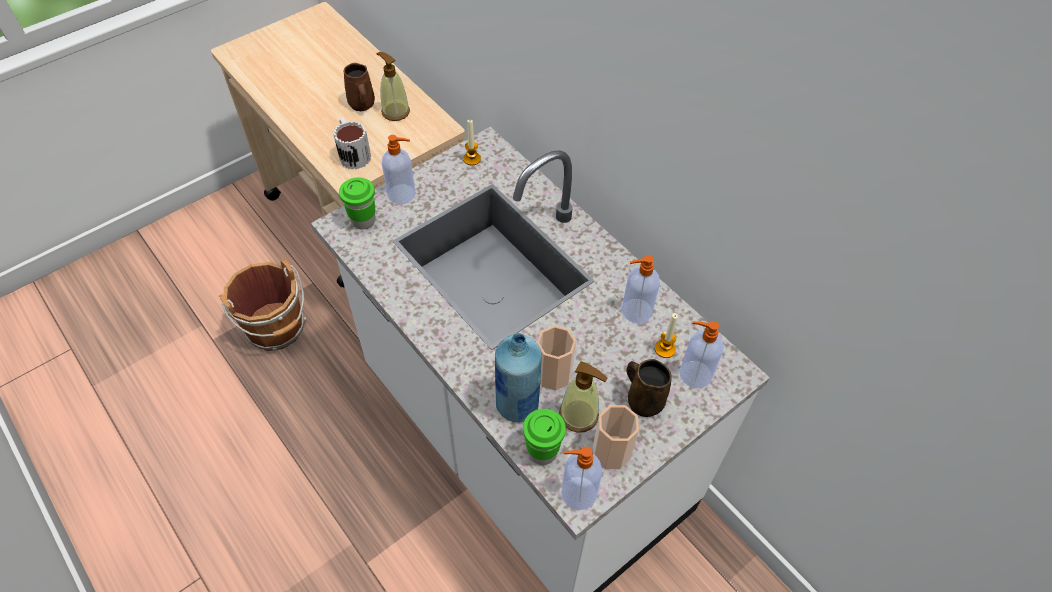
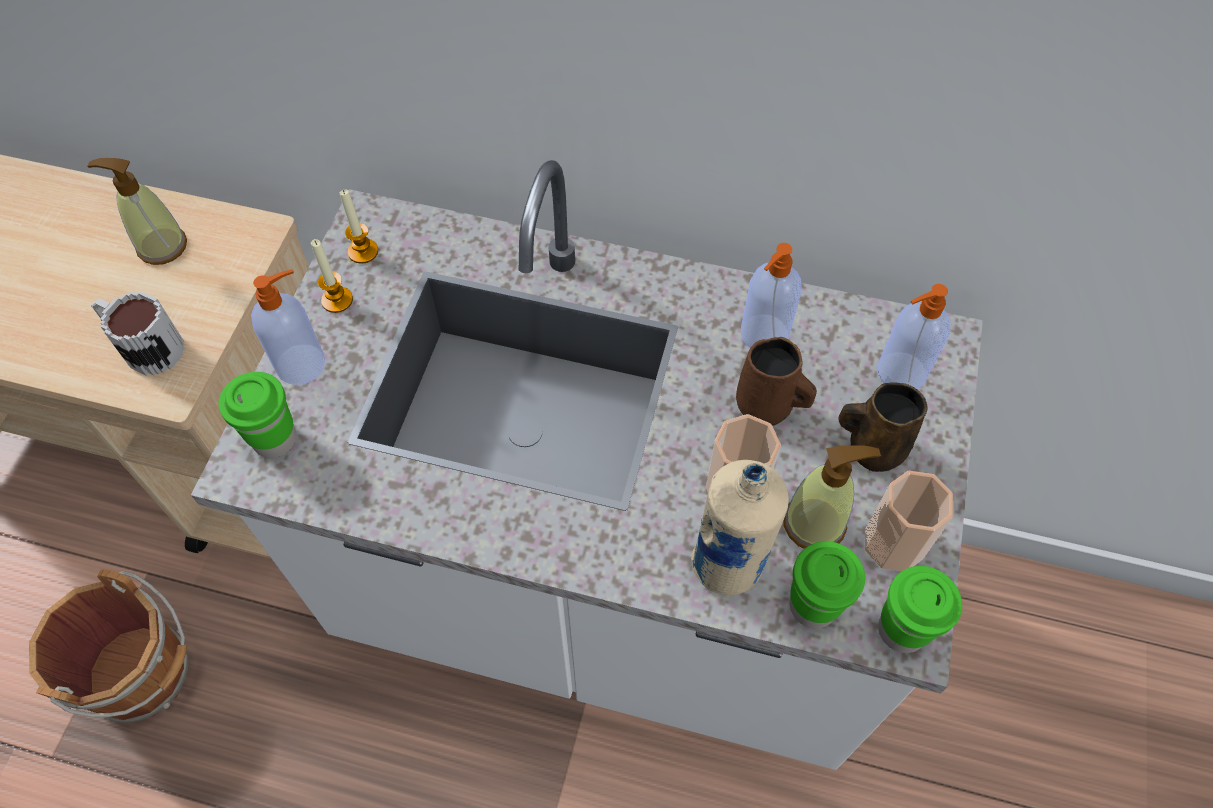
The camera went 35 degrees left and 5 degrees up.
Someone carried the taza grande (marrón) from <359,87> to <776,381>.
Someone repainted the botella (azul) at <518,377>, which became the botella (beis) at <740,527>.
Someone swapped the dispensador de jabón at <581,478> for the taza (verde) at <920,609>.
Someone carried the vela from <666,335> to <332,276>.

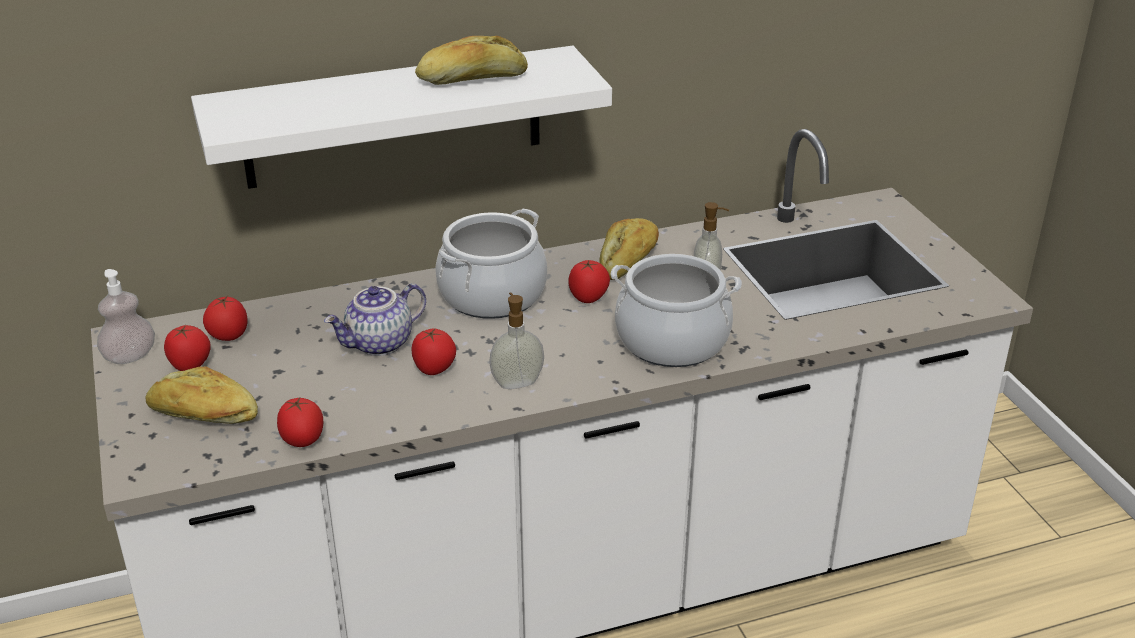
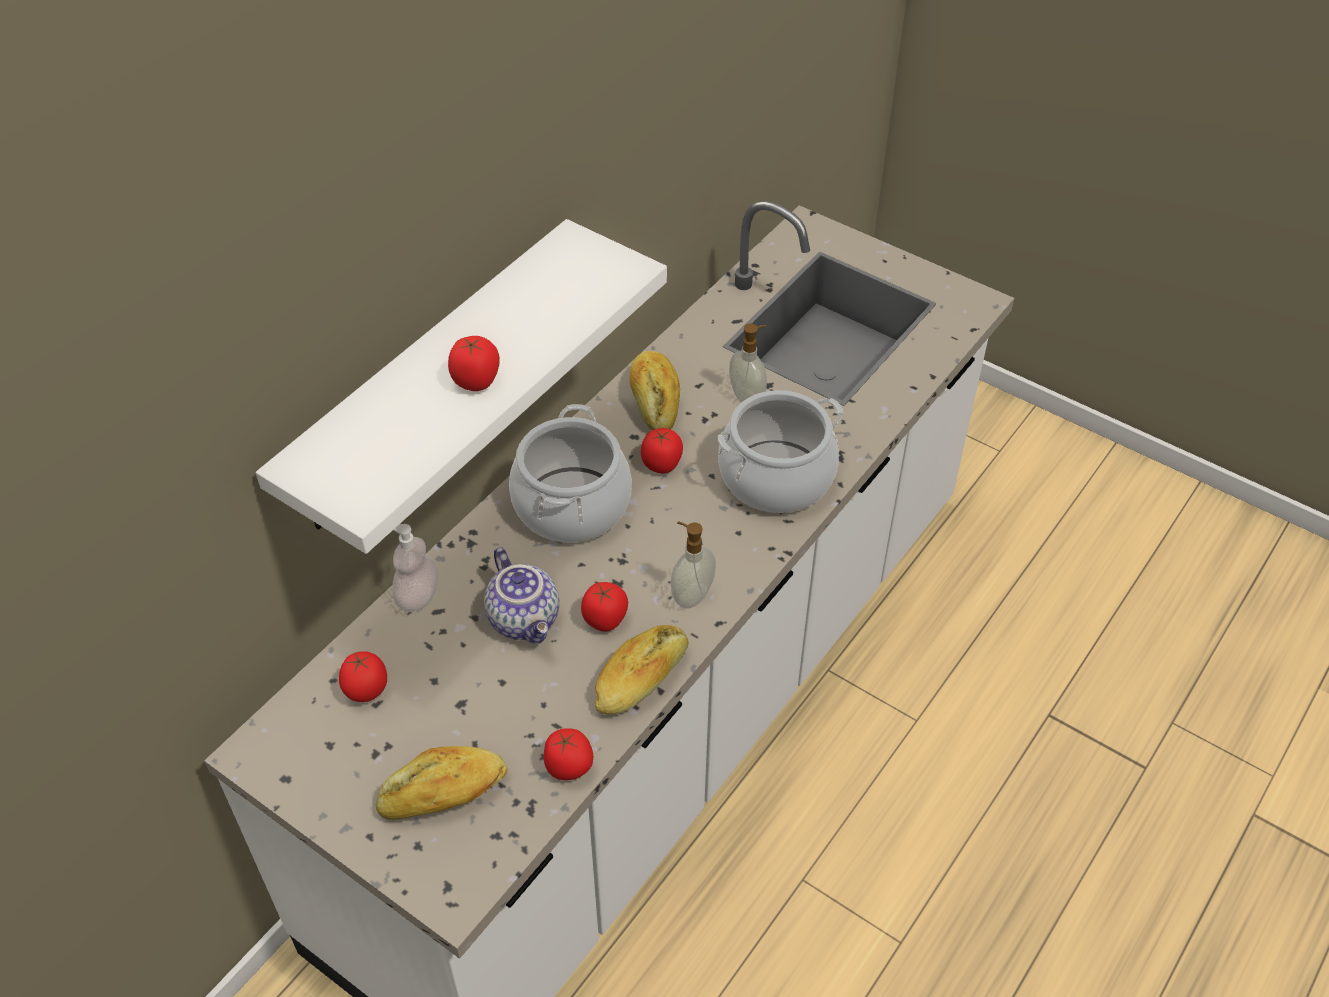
The camera went 35 degrees left and 15 degrees up.
Someone carried the dispensador de jabón from <126,316> to <415,568>.
Someone carried the tomate from <187,348> to <474,363>.
Someone rotated the tetera at <375,319> by 45 degrees counterclockwise.
Someone carried the pan from <471,60> to <642,670>.

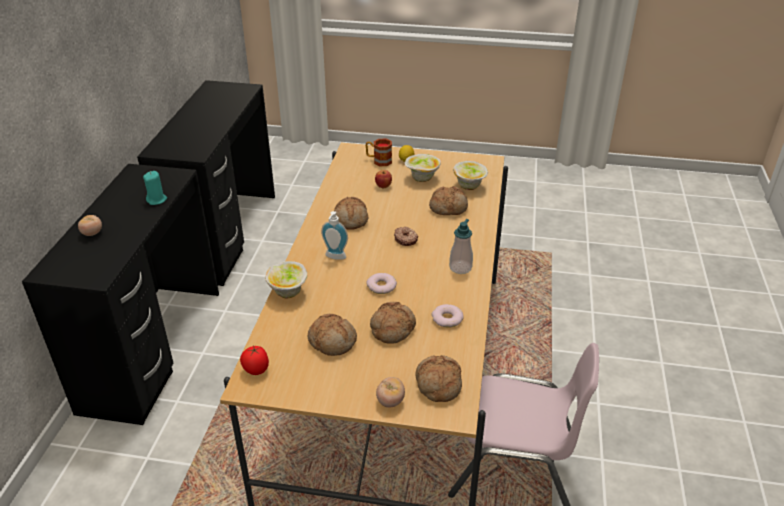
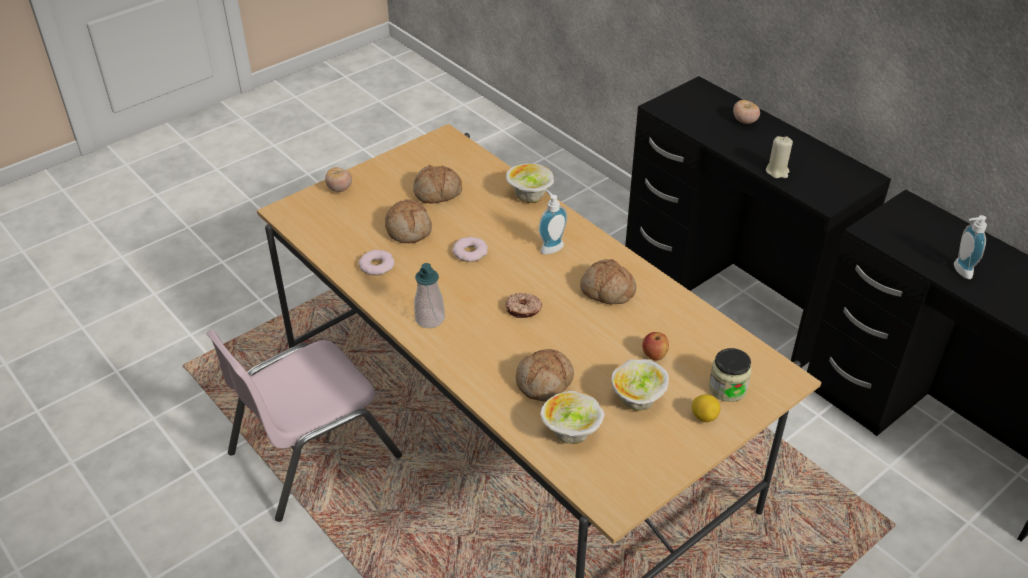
The camera went 130 degrees right and 5 degrees up.
Someone repainted the vela (turquesa) at <155,188>, which became the vela (beis) at <779,157>.
Someone took away the tomate at <254,360>.
Someone swapped the taza grande at <379,152> for the tarro at <730,375>.
Someone took away the pan at <438,378>.
Someone put down the dispensador de jabón at <970,247>.

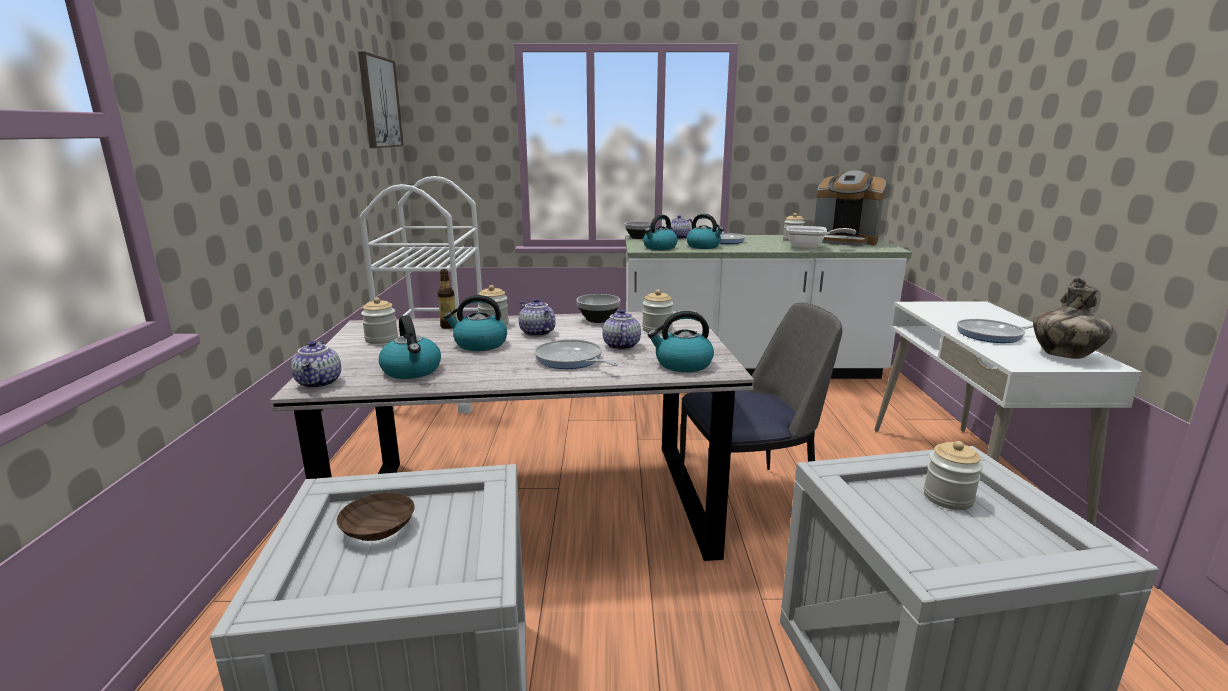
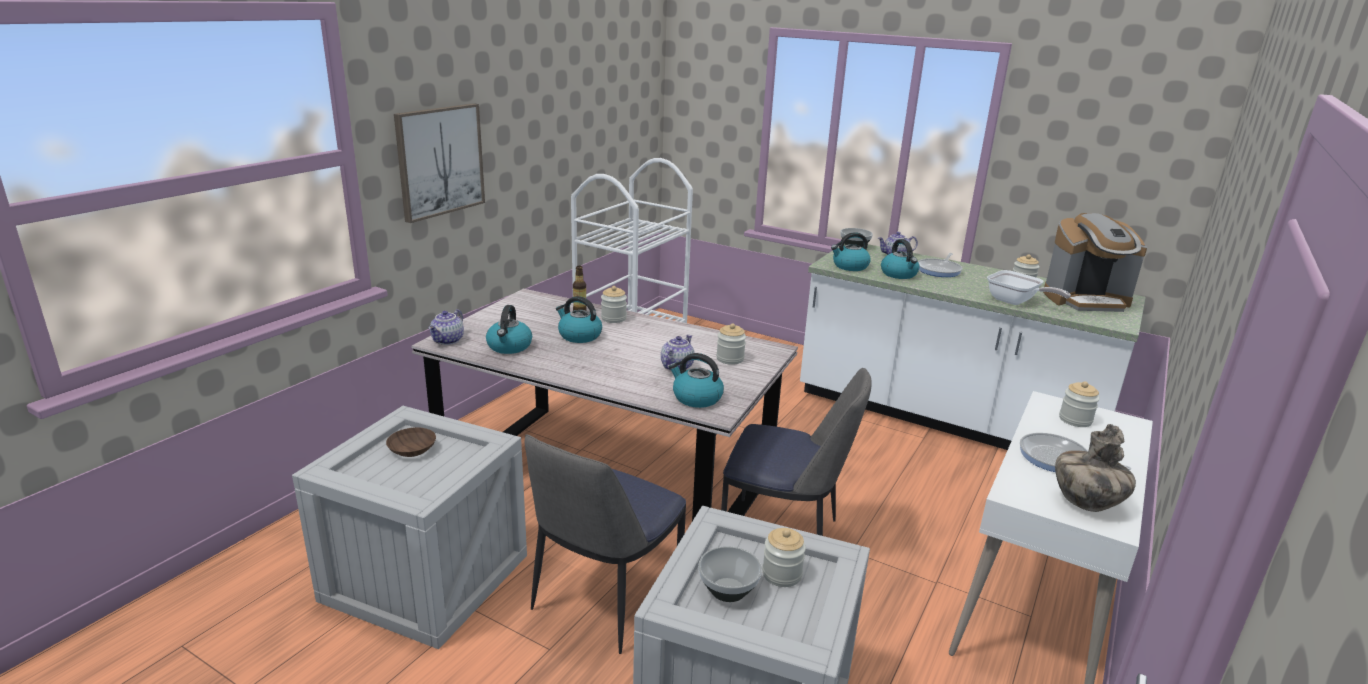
The camera went 30 degrees right and 5 degrees up.
Someone carried the cuadro from <381,99> to <439,163>.
Someone carried the tarro from <379,320> to <1079,404>.
Someone took away the tetera at <537,317>.
Someone took away the sartén at <576,354>.
Someone carried the cuenco from <598,308> to <730,574>.
Someone rotated the cafetera at <850,208> by 60 degrees counterclockwise.
Someone put down the silla at <605,544>.

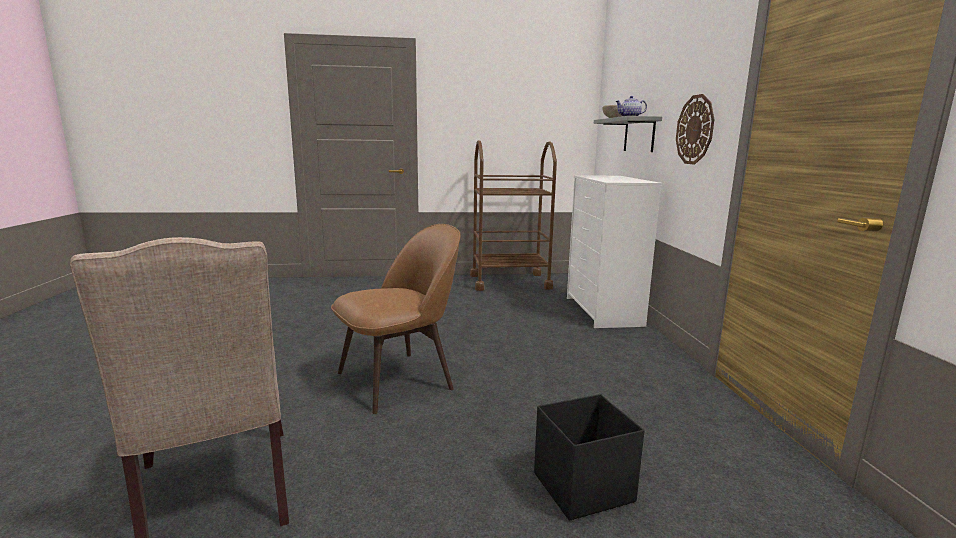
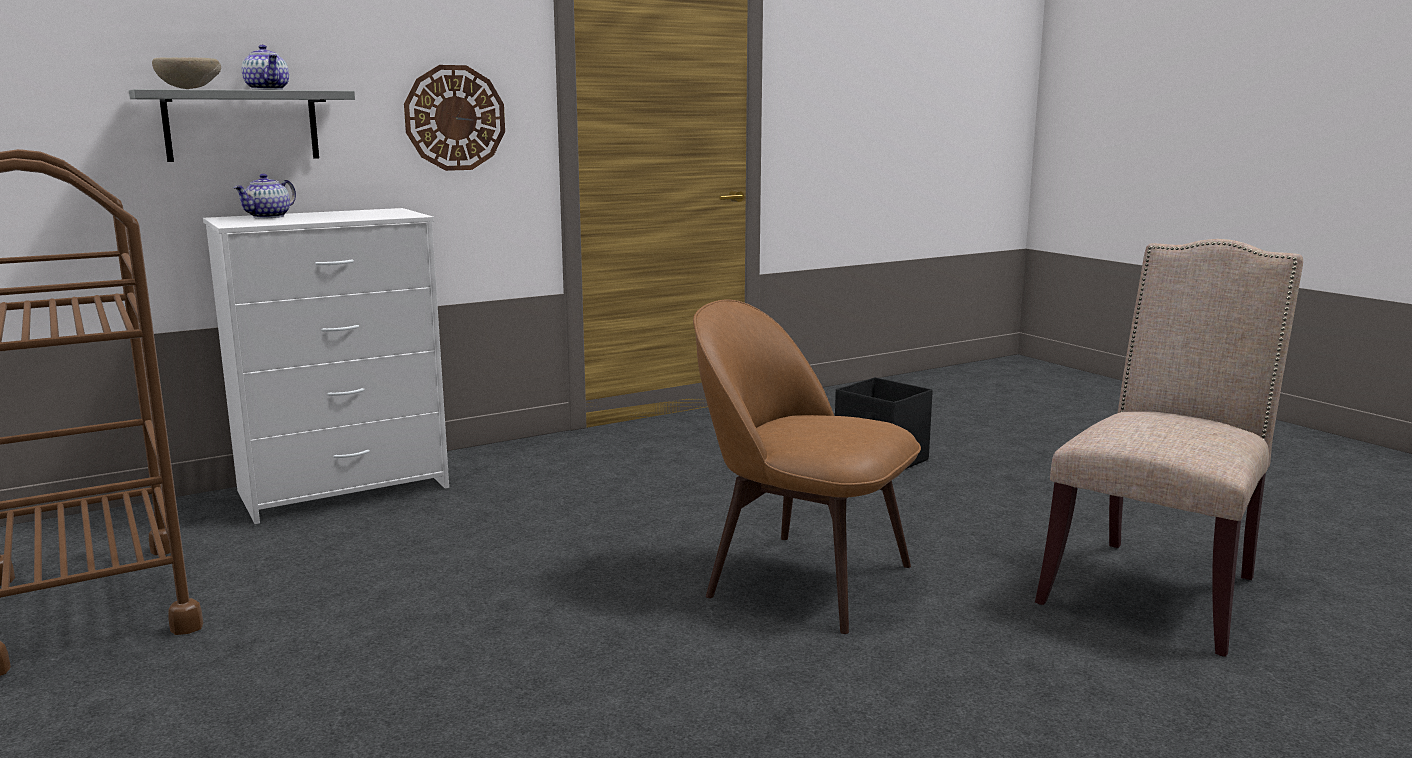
The camera went 115 degrees left and 0 degrees up.
Someone put down the tetera at <264,196>.

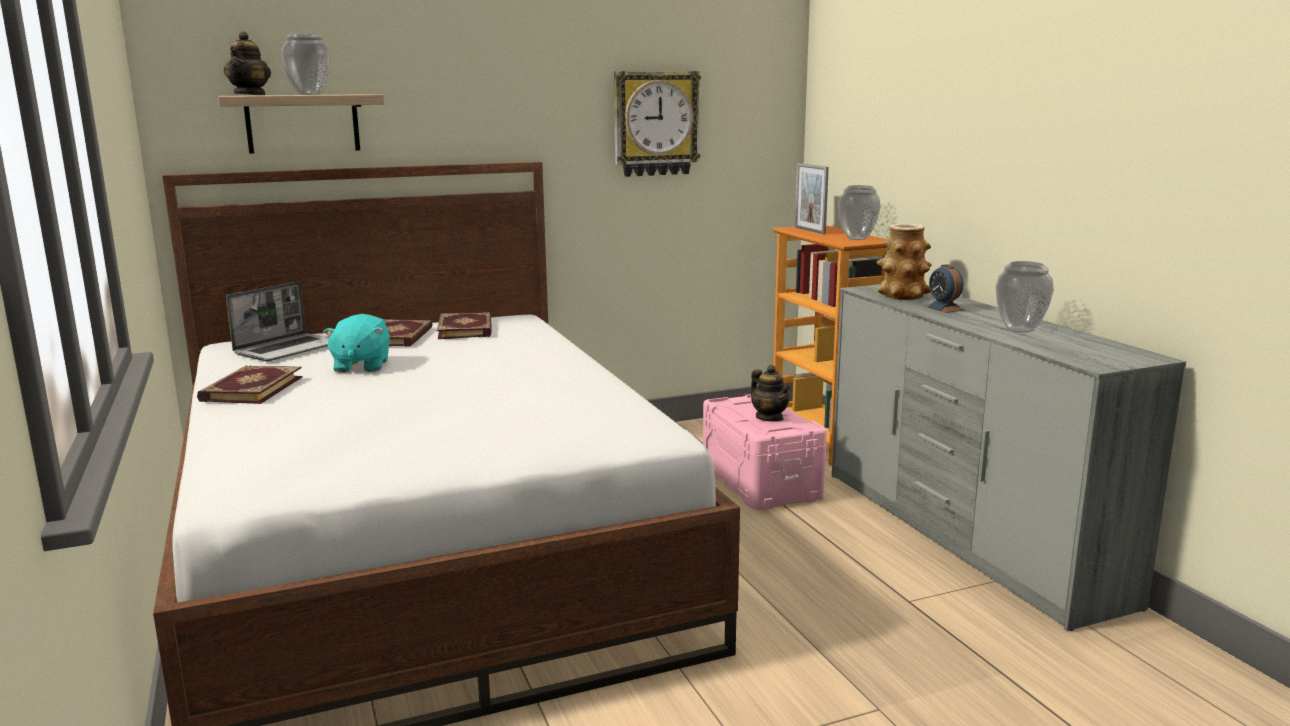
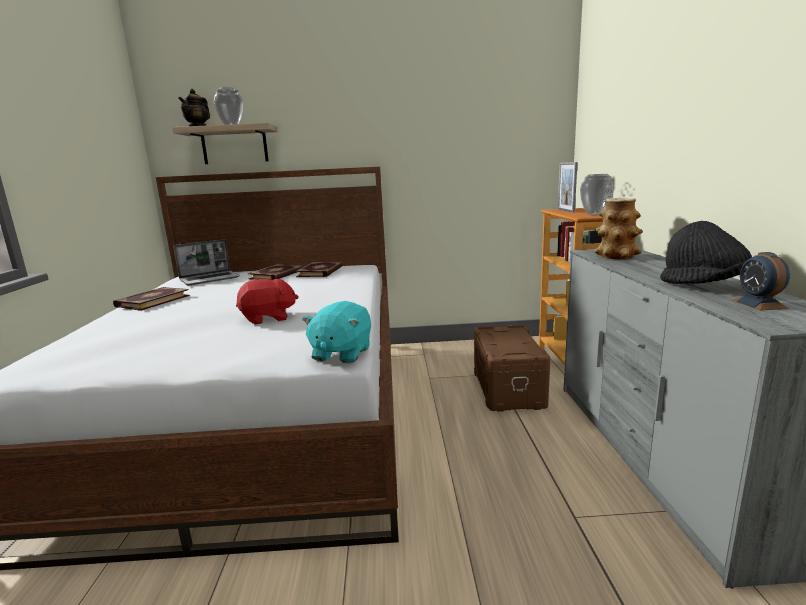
The camera went 20 degrees right and 0 degrees up.
Someone carried the peluche (turquesa) from <356,343> to <336,332>.
Someone took away the reloj de pared at <657,124>.
Someone repainted the caja de almacenaje (rosa) at <765,452>, which became the caja de almacenaje (marrón) at <512,368>.
Someone took away the tetera at <771,393>.
Someone carried the despertador from <944,288> to <761,281>.
Someone swapped the florero at <1025,297> for the sombrero (negro) at <706,252>.
Someone put down the peluche (rojo) at <267,301>.

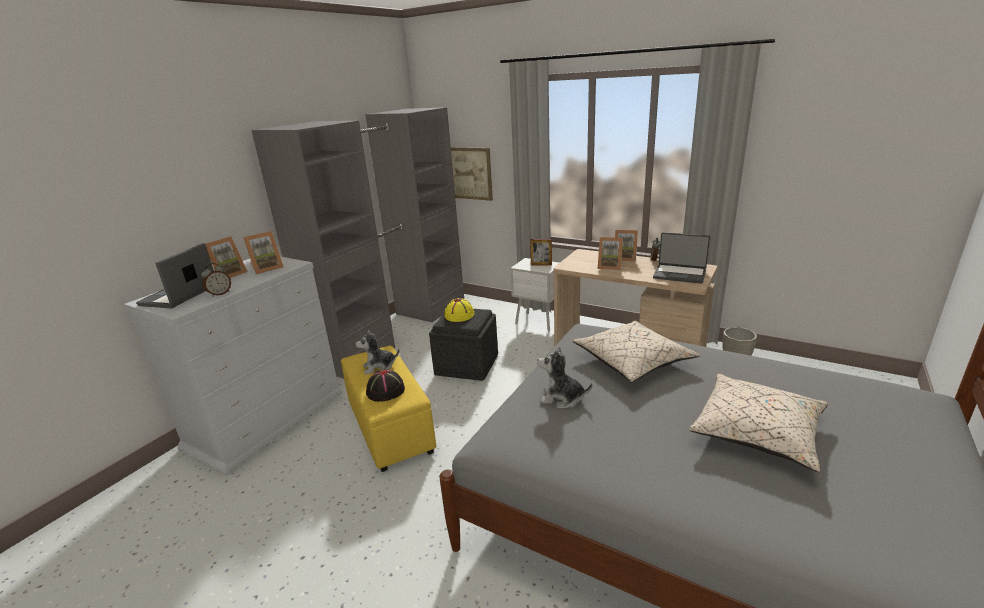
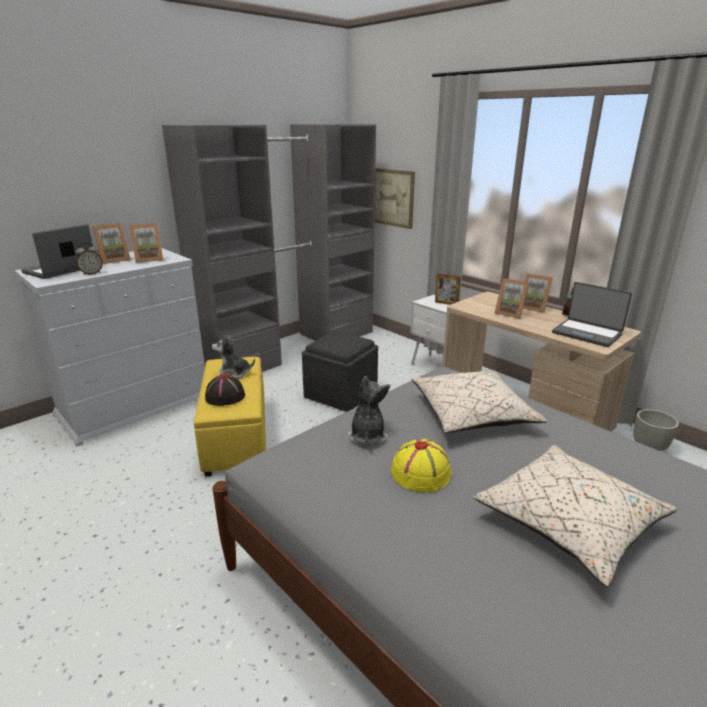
The camera went 15 degrees right and 0 degrees up.
Someone carried the sombrero (amarillo) from <459,310> to <421,465>.
Someone rotated the peluche at <564,378> by 60 degrees clockwise.

